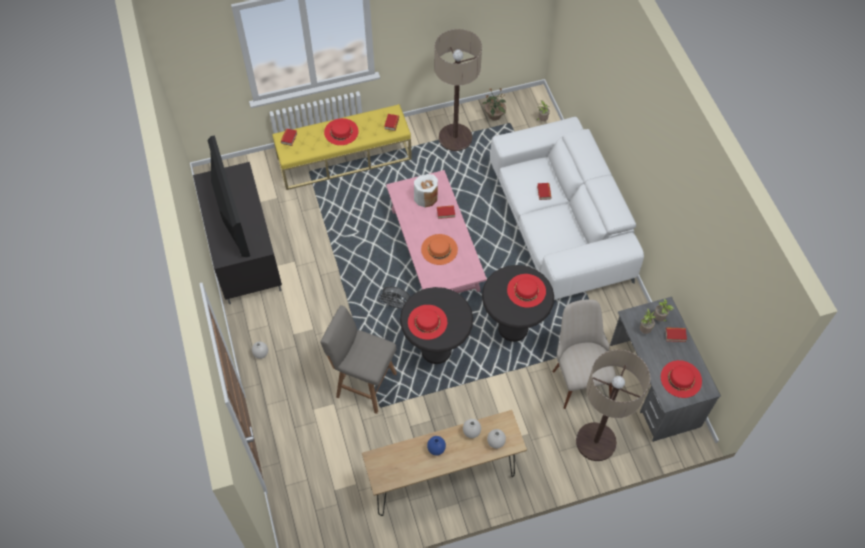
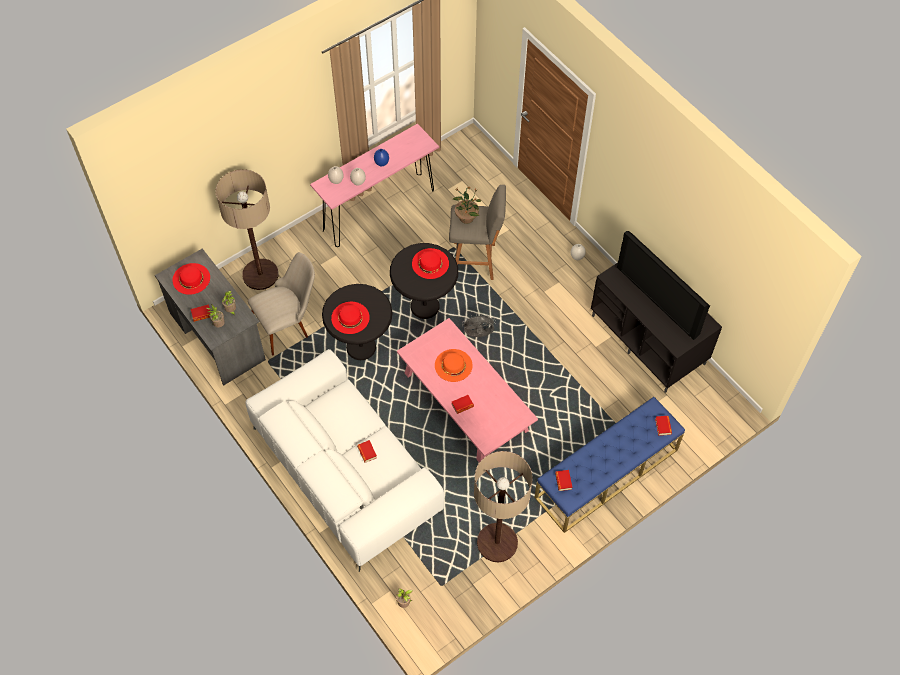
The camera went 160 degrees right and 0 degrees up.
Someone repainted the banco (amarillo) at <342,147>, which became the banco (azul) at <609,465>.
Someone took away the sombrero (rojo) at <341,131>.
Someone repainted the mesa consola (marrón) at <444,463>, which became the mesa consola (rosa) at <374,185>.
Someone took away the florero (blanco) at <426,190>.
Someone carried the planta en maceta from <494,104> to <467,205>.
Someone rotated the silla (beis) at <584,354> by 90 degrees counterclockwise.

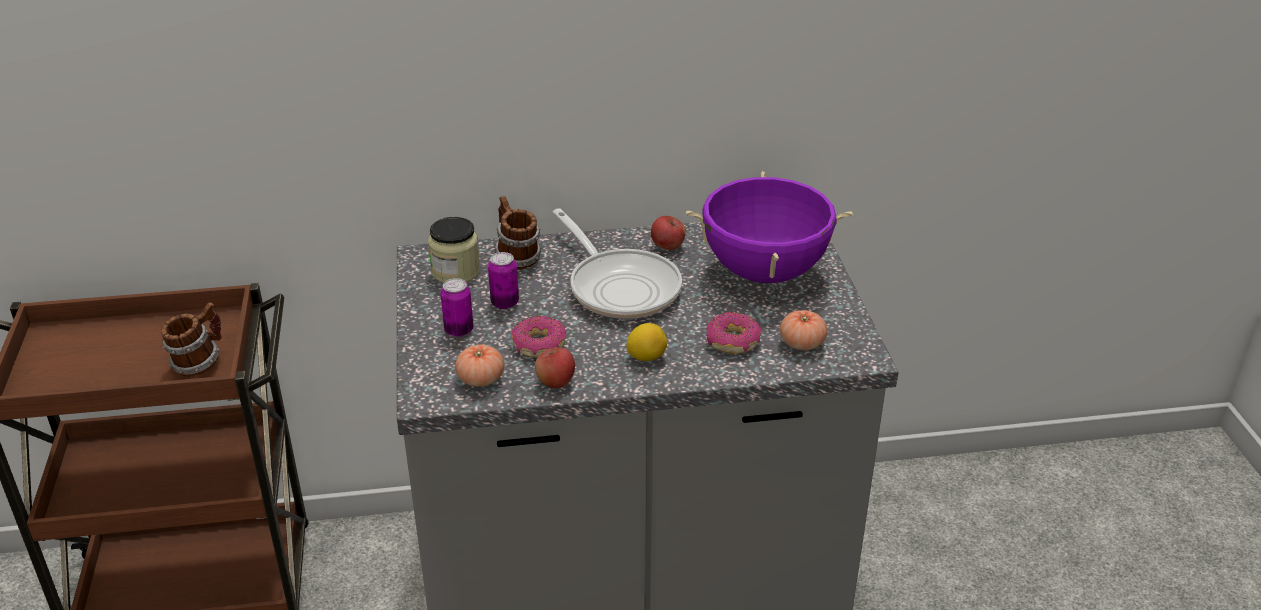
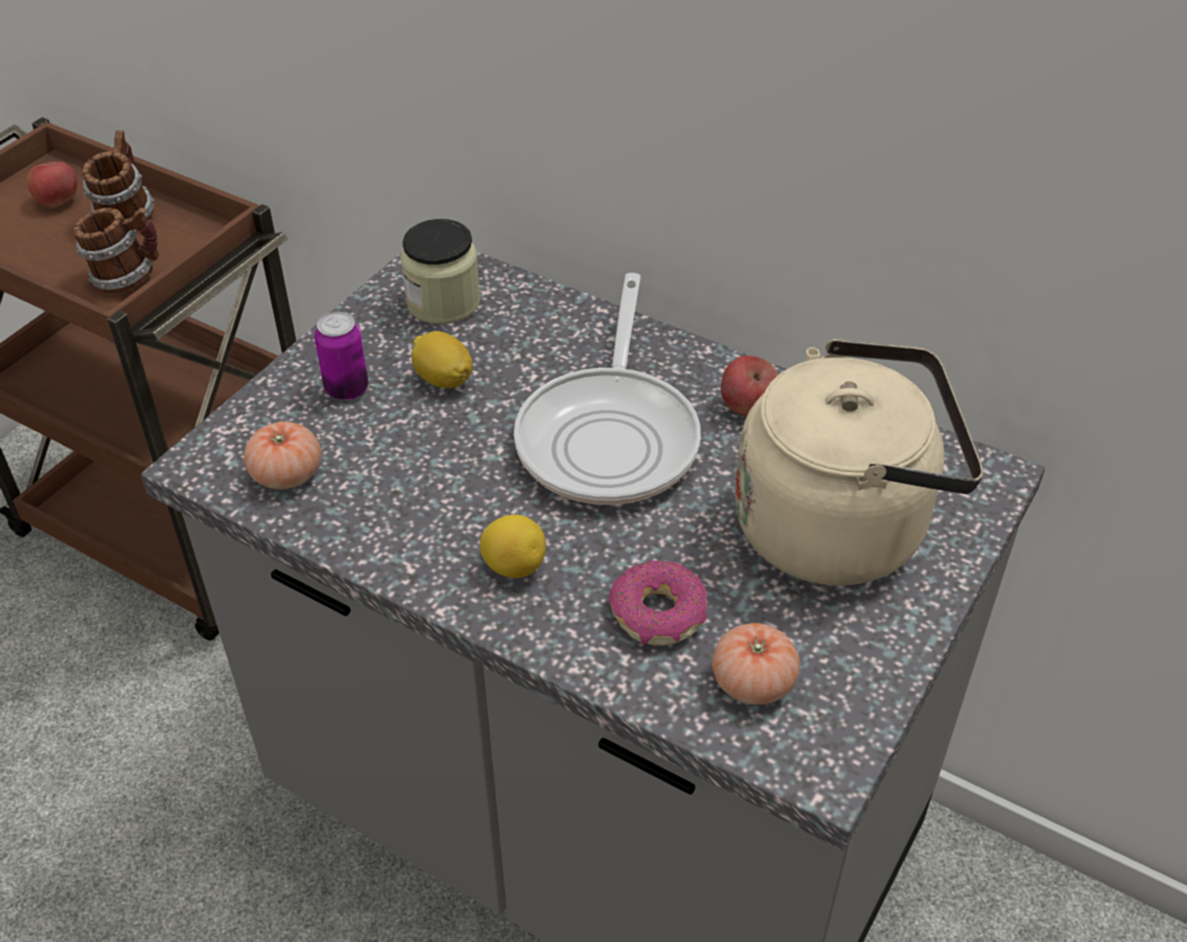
The camera went 40 degrees right and 10 degrees up.
Someone swapped the lata at <503,280> for the limón at <441,359>.
Someone carried the taza grande from <518,233> to <118,175>.
Someone took away the rosquilla at <538,337>.
Someone carried the manzana from <555,367> to <52,185>.
Someone swapped the olla (morado) at <769,227> for the hervidor (beis) at <859,462>.

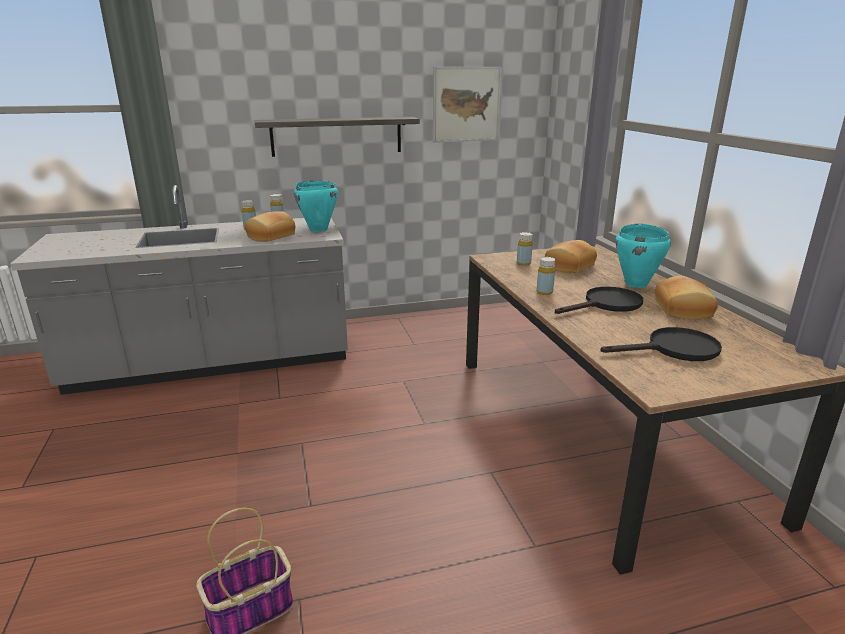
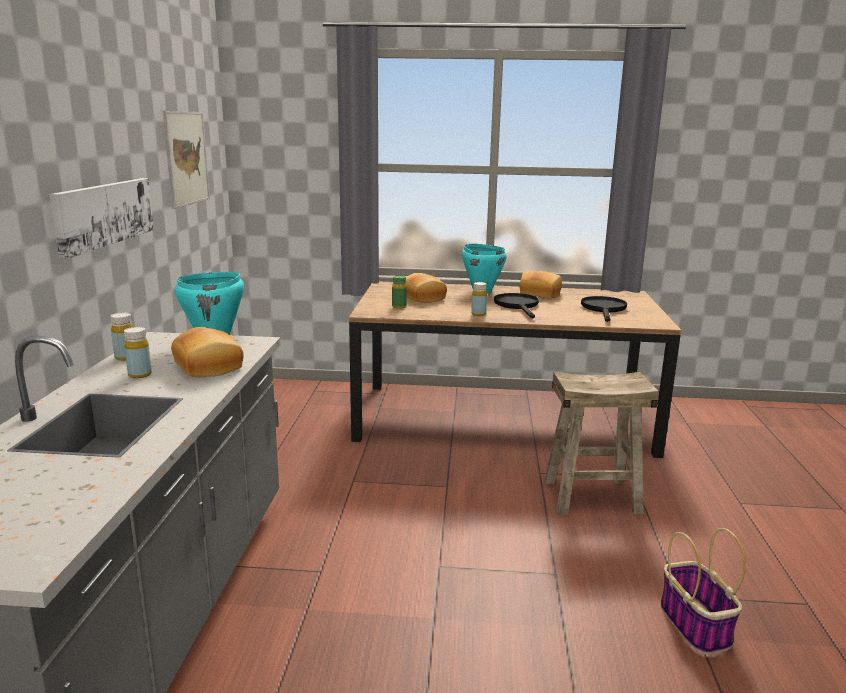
The camera went 70 degrees left and 5 degrees down.
Someone swapped the estante at <337,137> for the cuadro at <102,218>.
Someone repainted the botella (amarillo) at <525,249>, which became the botella (verde) at <399,292>.
Someone put down the taburete (beis) at <601,443>.

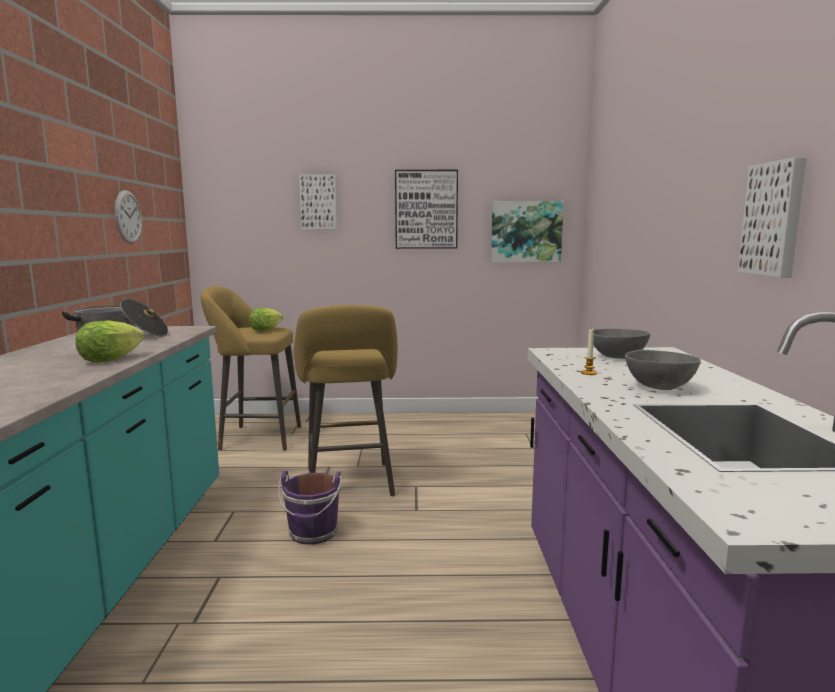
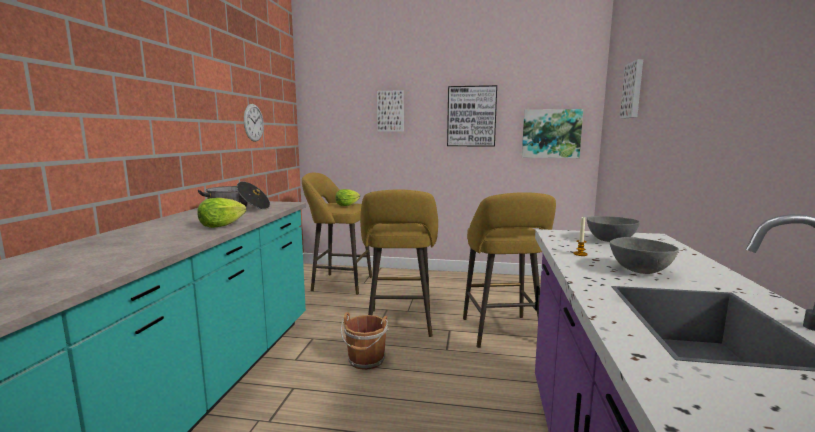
The camera went 10 degrees right and 0 degrees up.
Someone repainted the cubo (morado) at <310,507>, which became the cubo (marrón) at <365,341>.
Someone carried the cuadro from <772,217> to <631,89>.
Someone put down the taburete (amarillo) at <509,270>.

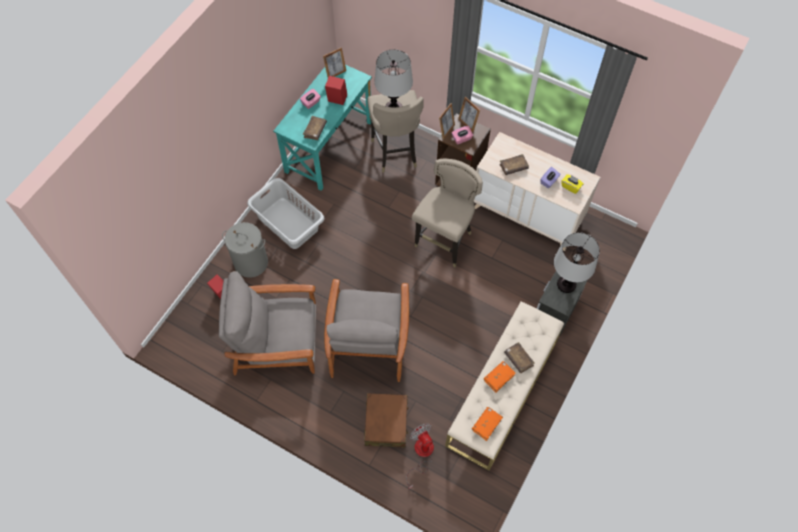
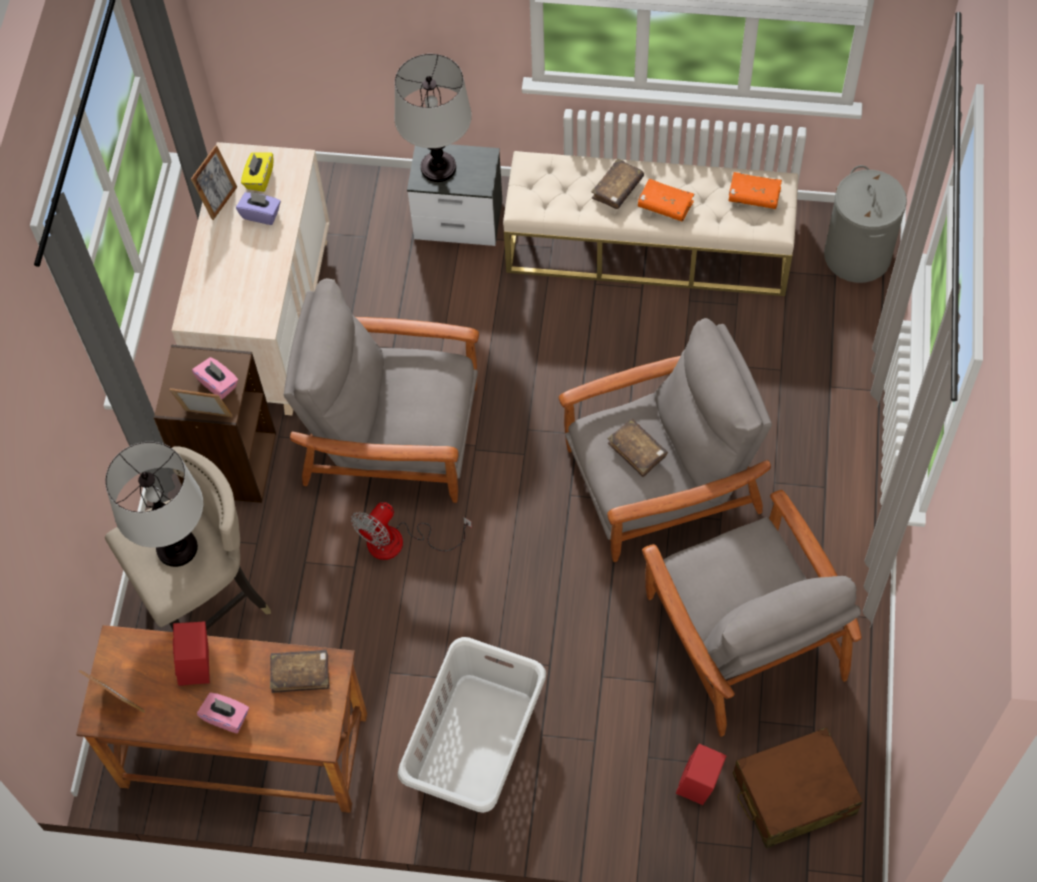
The camera went 110 degrees left and 0 degrees up.
Someone carried the cesto de la ropa (gris) from <245,250> to <865,224>.
Someone repainted the escritorio (turquesa) at <322,128>, which became the escritorio (marrón) at <221,719>.
Someone carried the maleta (marrón) from <386,420> to <798,787>.
Someone carried the ventilador from <420,456> to <411,531>.
Someone swapped the taburete (beis) at <447,213> for the sillón (gris) at <381,390>.
Someone carried the portarretratos from <469,114> to <214,182>.
Someone carried the libro (marrón) from <514,164> to <638,448>.

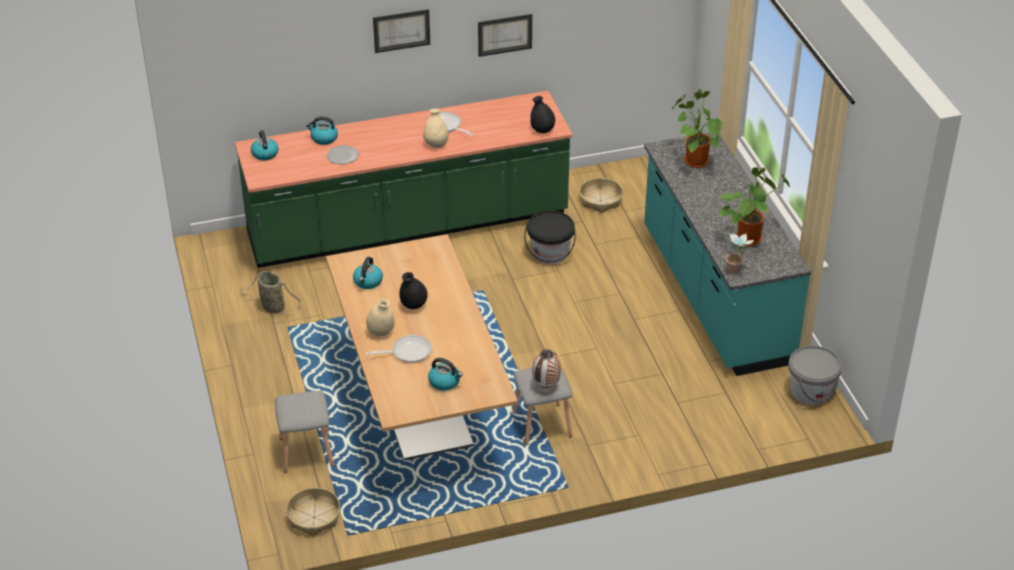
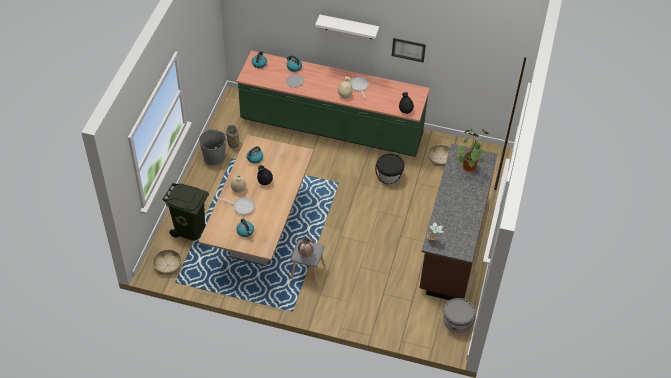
The camera went 30 degrees right and 10 degrees up.
Someone swapped the taburete (gris) at <304,432> for the papelera (verde) at <185,212>.
Someone swapped the cuadro at <401,31> for the estante (blanco) at <347,27>.
Someone repainted the mueble bajo de cocina (turquesa) at <727,254>, which became the mueble bajo de cocina (marrón) at <458,222>.
Someone took away the planta en maceta at <754,206>.
Someone put down the cubo (gris) at <213,147>.

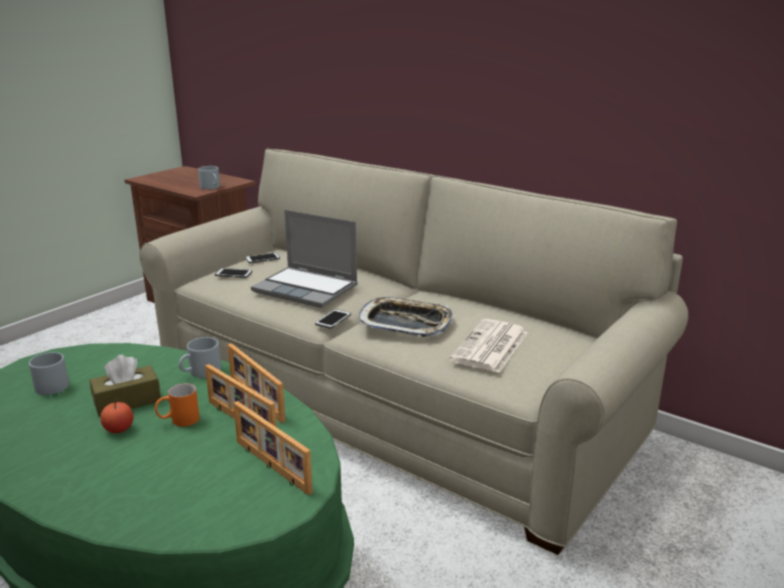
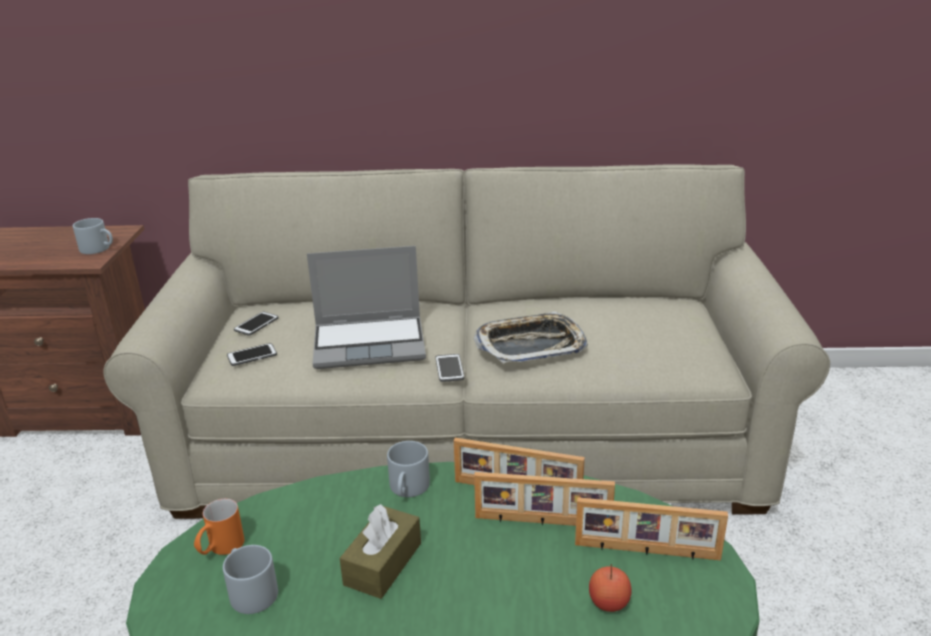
The camera went 35 degrees left and 5 degrees up.
Someone carried the manzana from <117,415> to <610,588>.
Someone carried the taza grande (naranja) from <177,405> to <219,527>.
Someone took away the periódico at <489,346>.

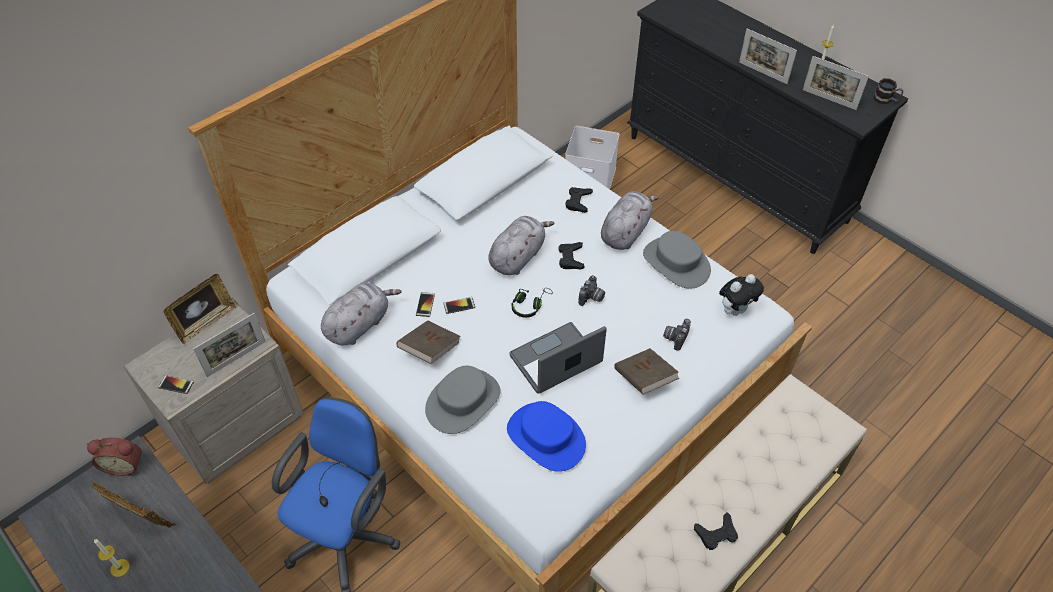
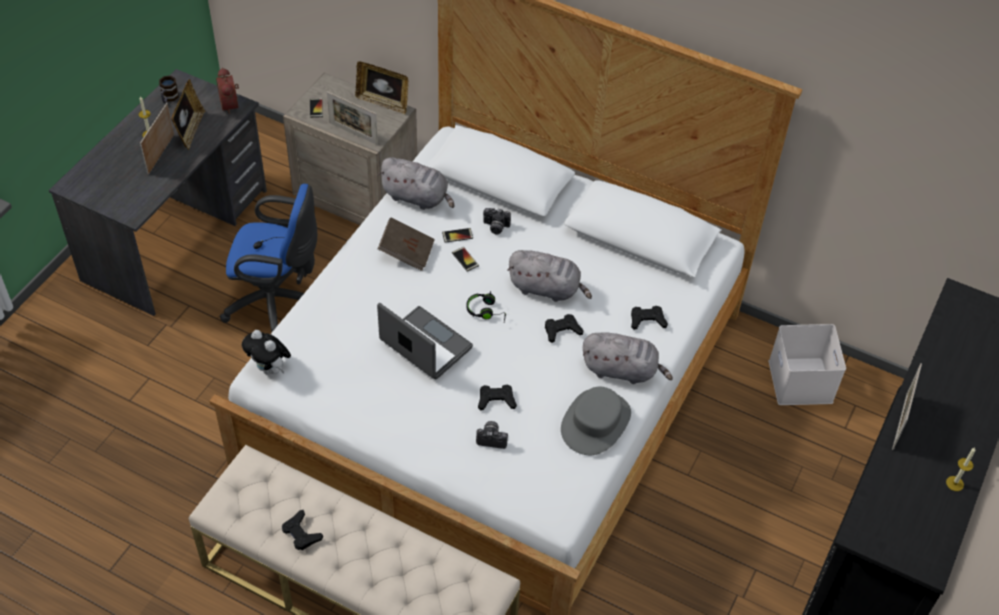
The camera went 70 degrees right and 0 degrees up.
Someone took away the sombrero (gris) at <463,400>.
Someone took away the sombrero (azul) at <546,436>.
Someone carried the cámara from <591,290> to <497,221>.
Someone took away the libro (marrón) at <646,371>.
Someone carried the peluche from <741,295> to <266,352>.
Someone carried the portarretratos from <836,83> to <157,139>.
Someone carried the taza grande from <888,91> to <169,89>.
Someone put down the mando de consola (negro) at <497,397>.

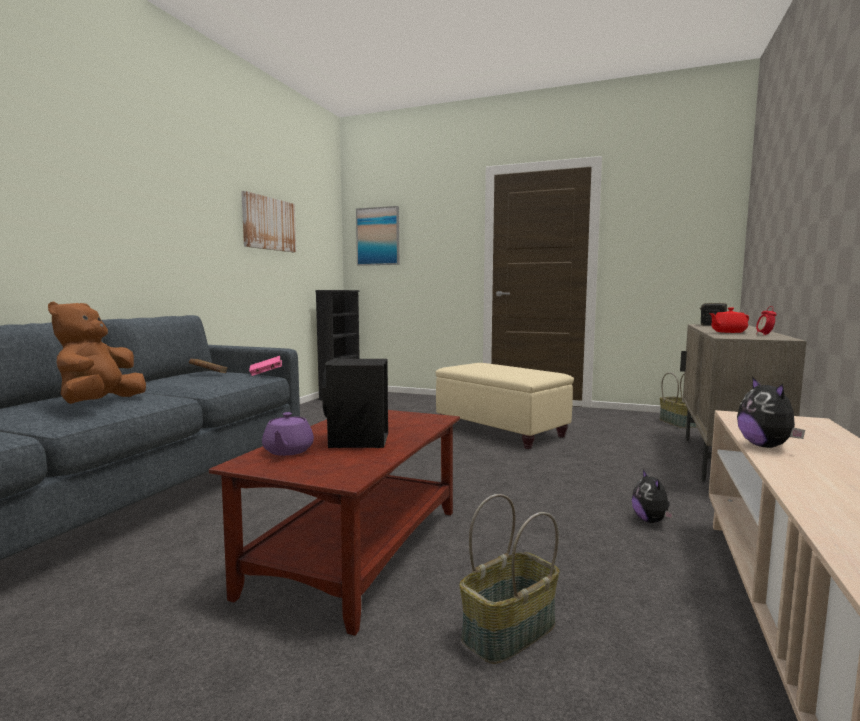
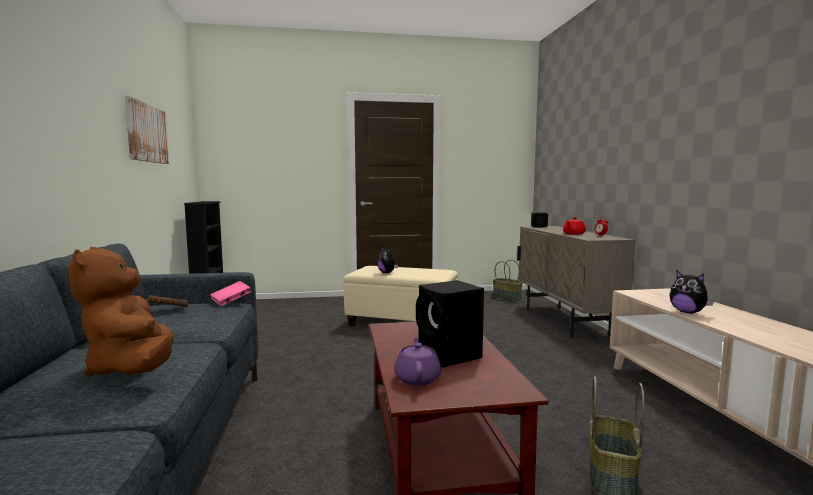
The camera went 30 degrees left and 0 degrees up.
Someone rotated the tetera (morado) at <288,434> by 150 degrees counterclockwise.
Someone took away the cuadro at <377,236>.
Someone carried the peluche from <653,496> to <387,260>.

